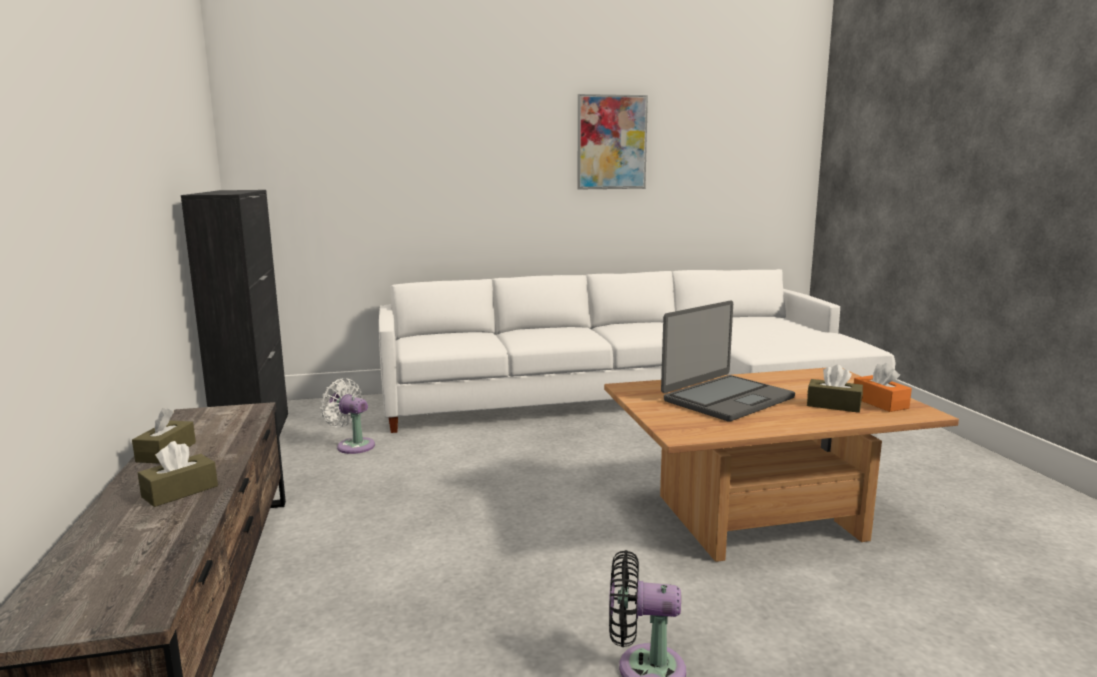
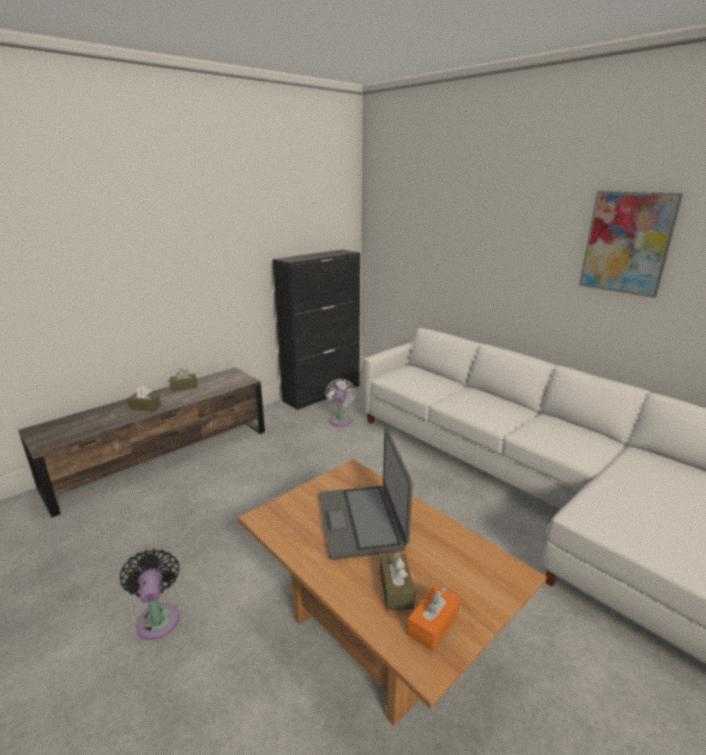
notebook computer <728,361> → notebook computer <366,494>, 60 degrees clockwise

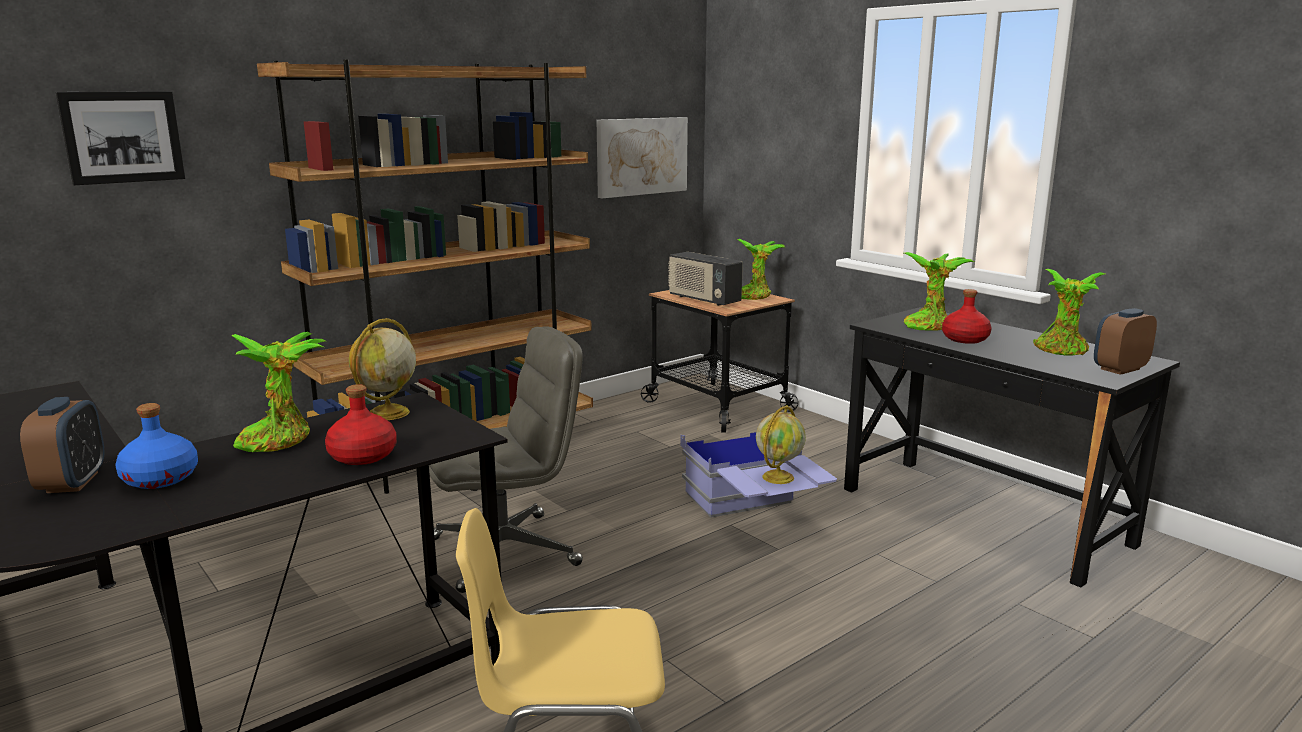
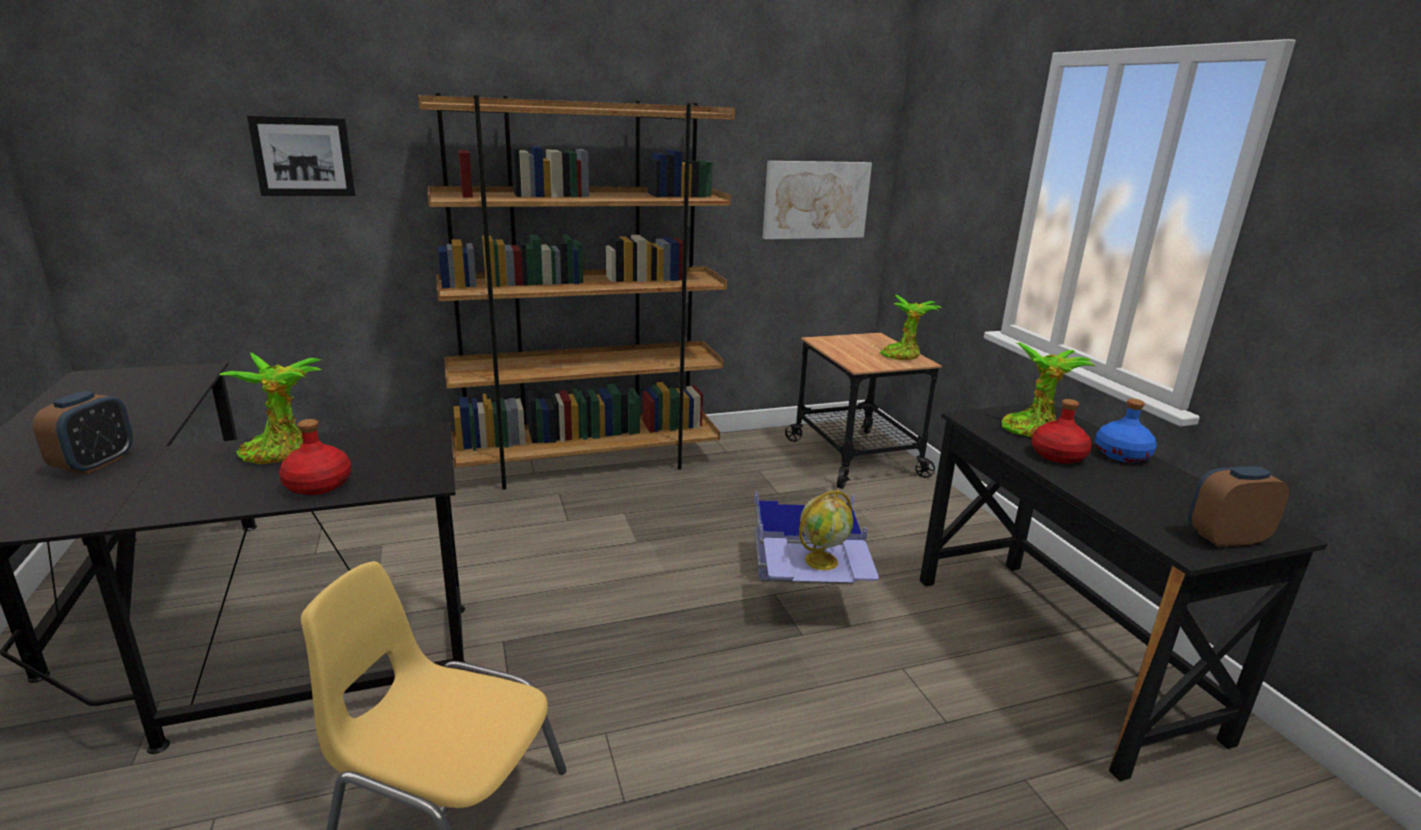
drink bottle/blue <156,446> → drink bottle/blue <1126,431>, shifted
desk globe <382,369> → -
office chair/gray <506,459> → -
radio <705,279> → -
plant in a pot <1069,312> → -

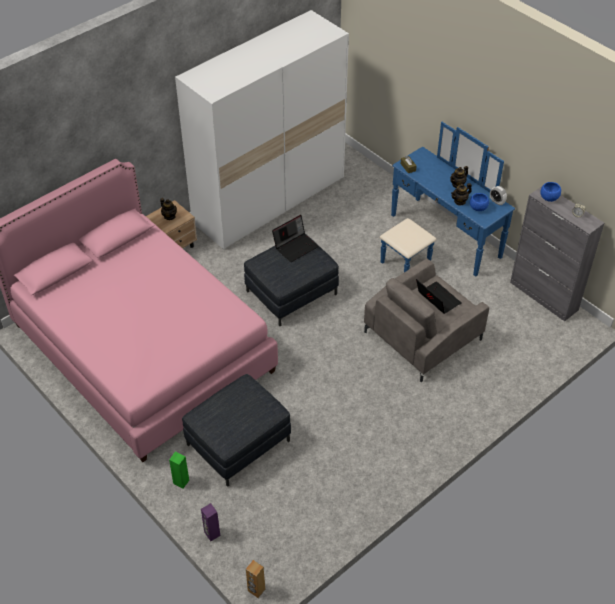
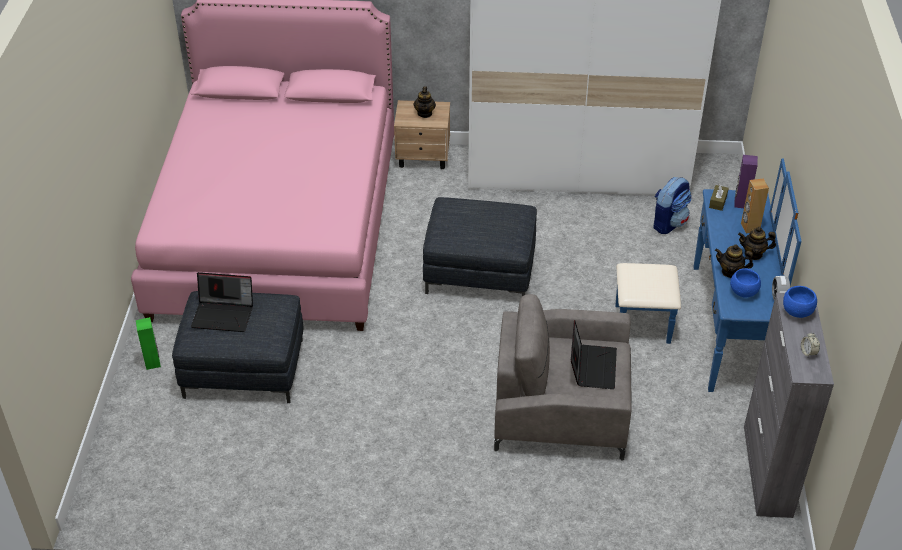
notebook computer <295,238> → notebook computer <222,302>, shifted
- → knapsack <672,205>
audio speaker/purplish <211,522> → audio speaker/purplish <746,181>, shifted
audio speaker/brownish <255,579> → audio speaker/brownish <755,205>, shifted

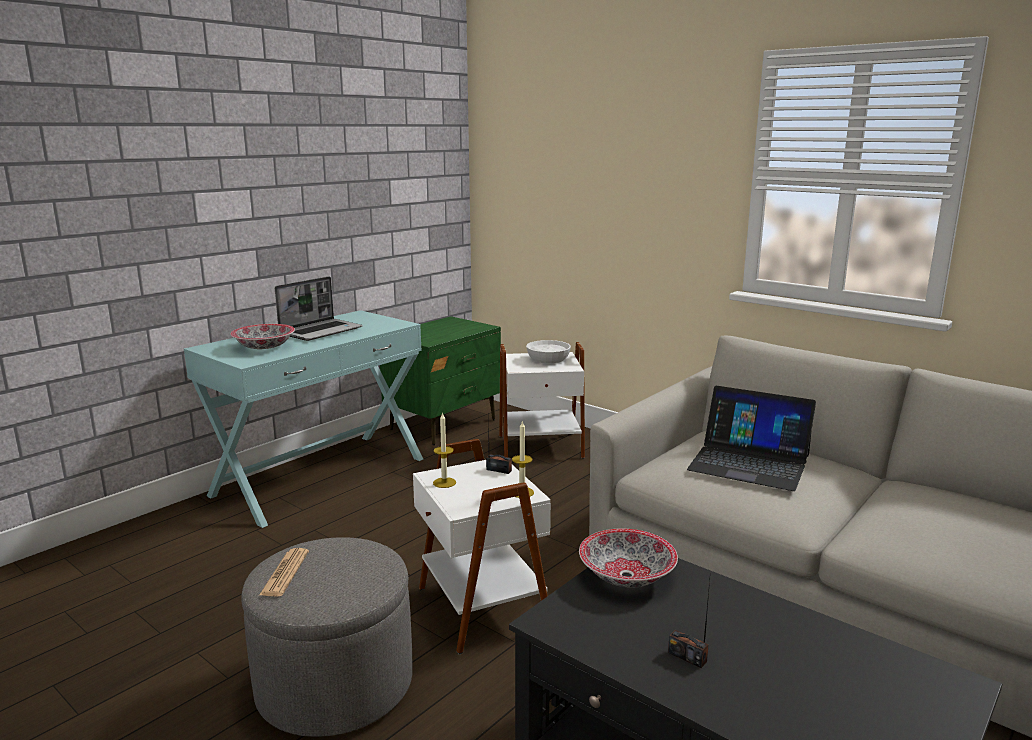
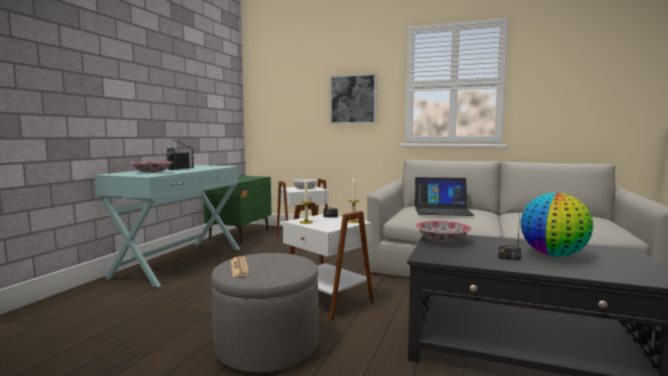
notebook computer <319,308> → radio <180,154>
- → wall picture <353,98>
- → desk globe <557,225>

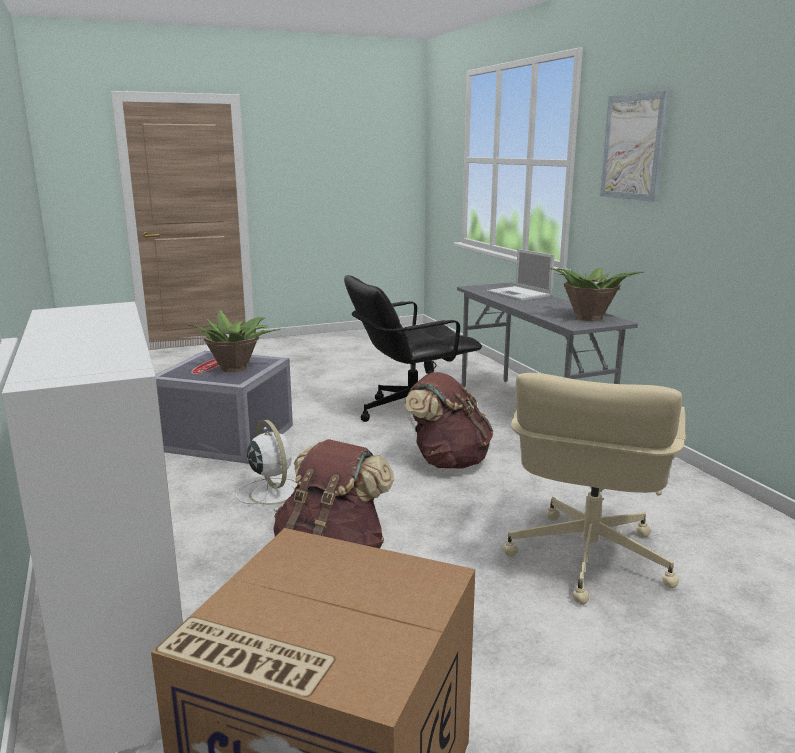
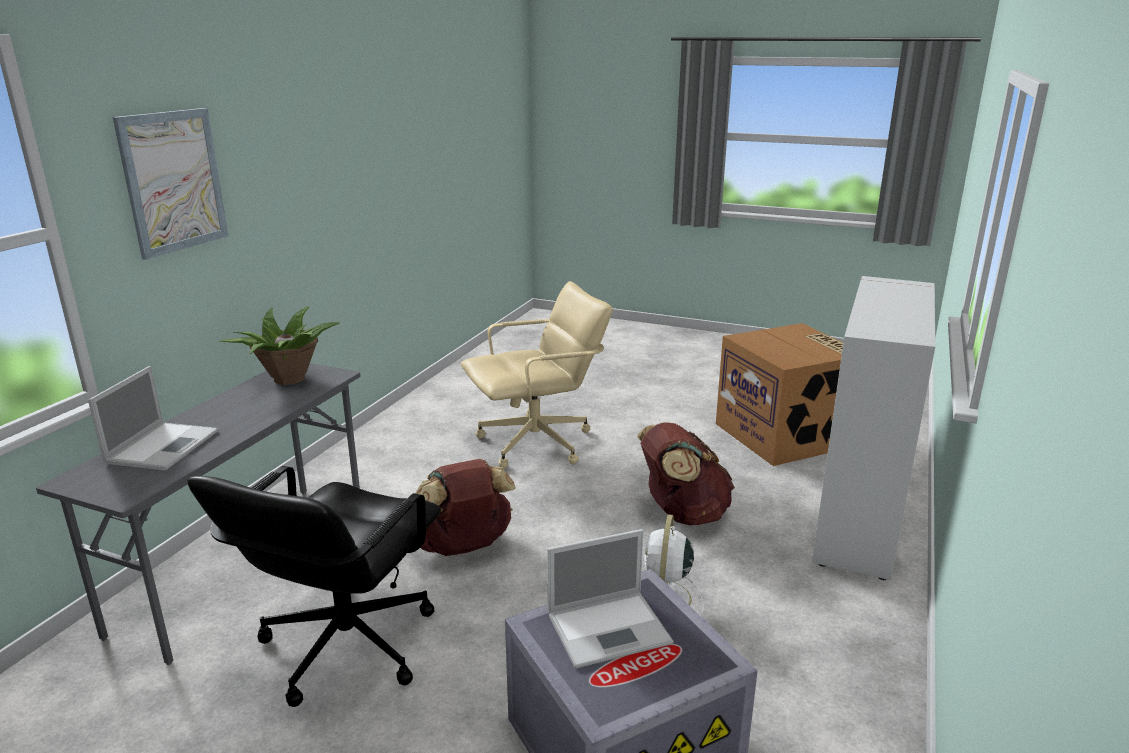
office chair/black <413,353> → office chair/black <314,586>, 90 degrees clockwise
plant in a pot <234,341> → notebook computer <610,599>

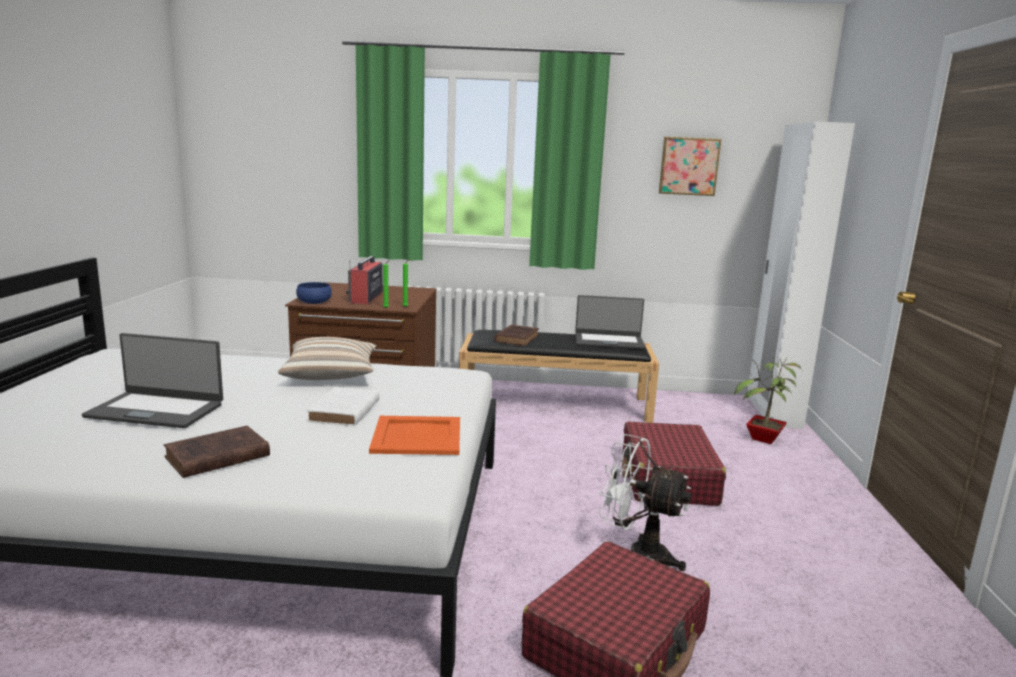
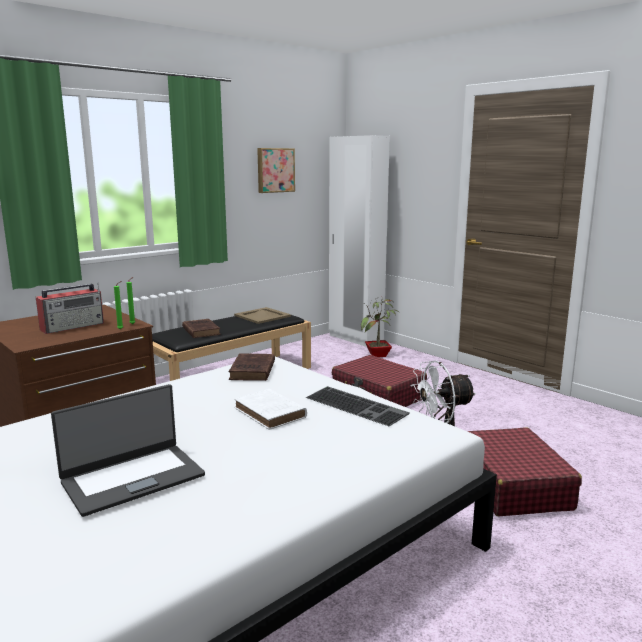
radio <364,280> → radio <70,308>, 90 degrees counterclockwise
bound book/brownish <217,452> → bound book/brownish <252,367>, shifted
notebook computer <610,322> → tray/beige-coloured <262,315>
tray/orange-coloured <414,435> → keyboard <358,406>
pillow <327,358> → -
bowl/blue <314,293> → -

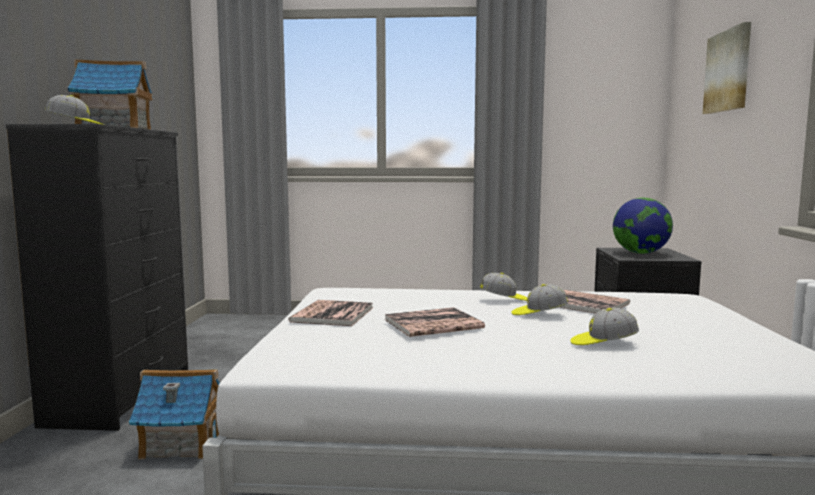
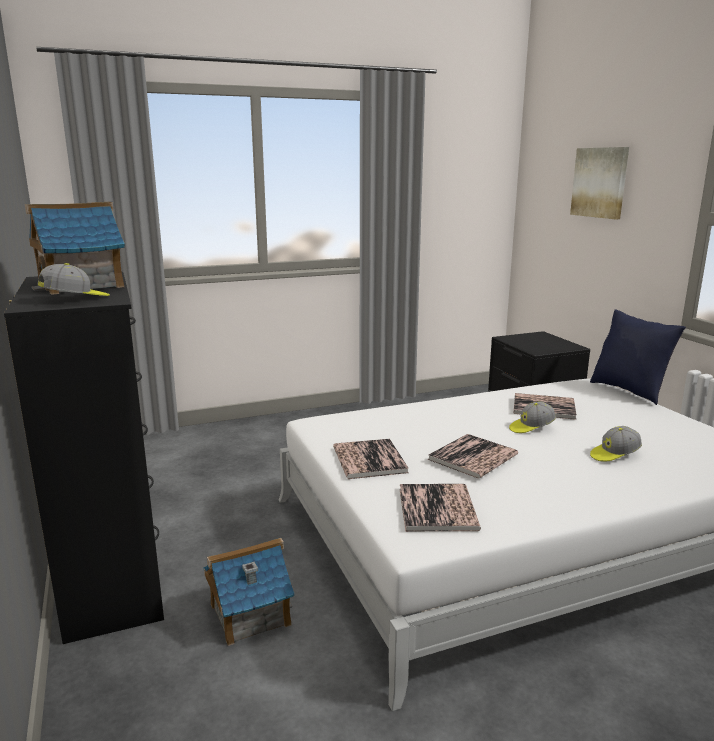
- → bound book <440,508>
- → pillow/blue <638,357>
baseball cap <503,287> → -
desk globe <643,226> → -

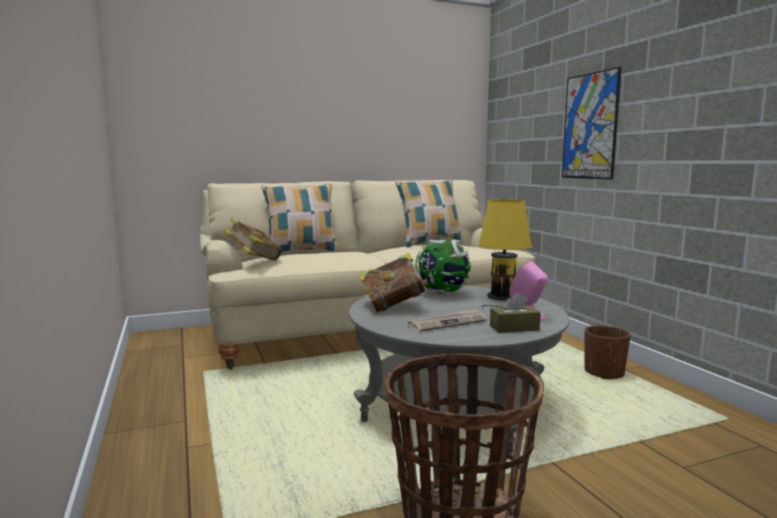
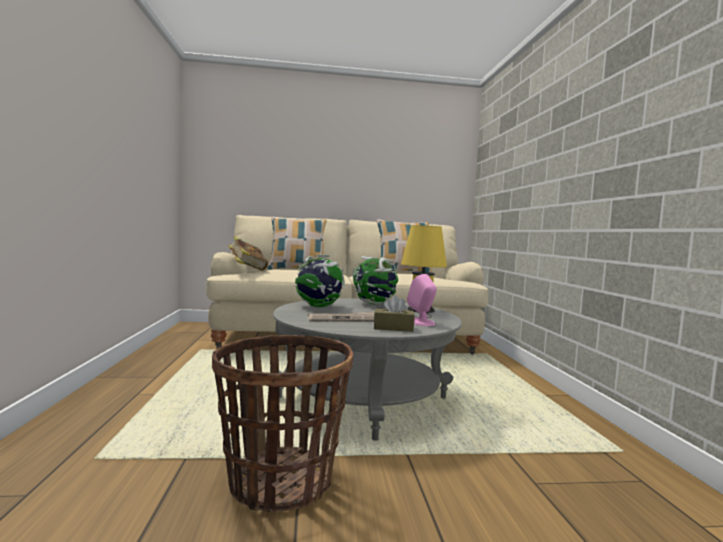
bound book <394,282> → desk globe <319,281>
wall picture <591,123> → -
planter/brownish <607,352> → -

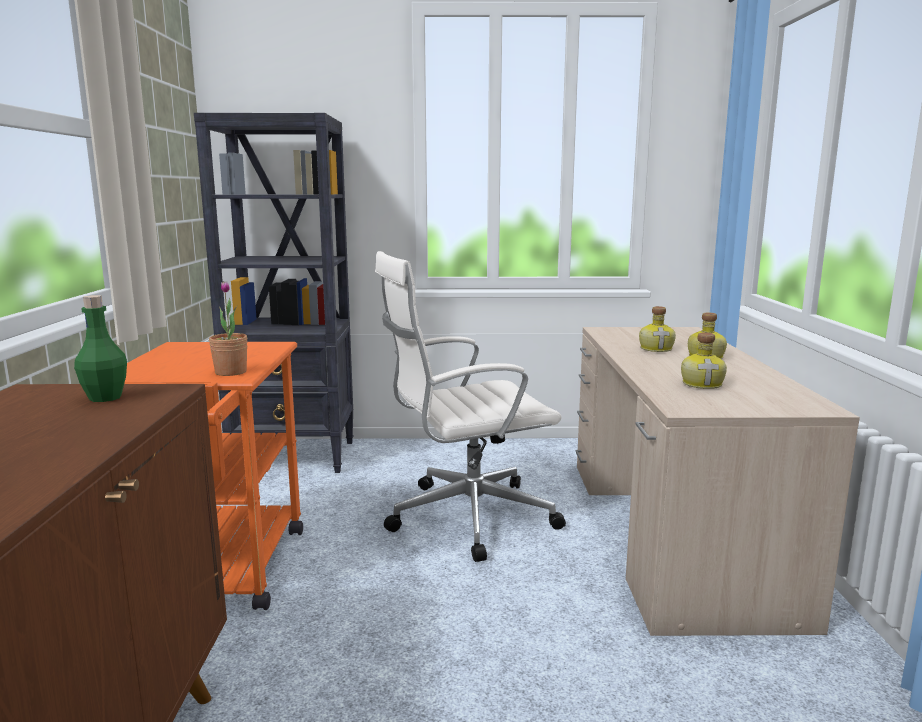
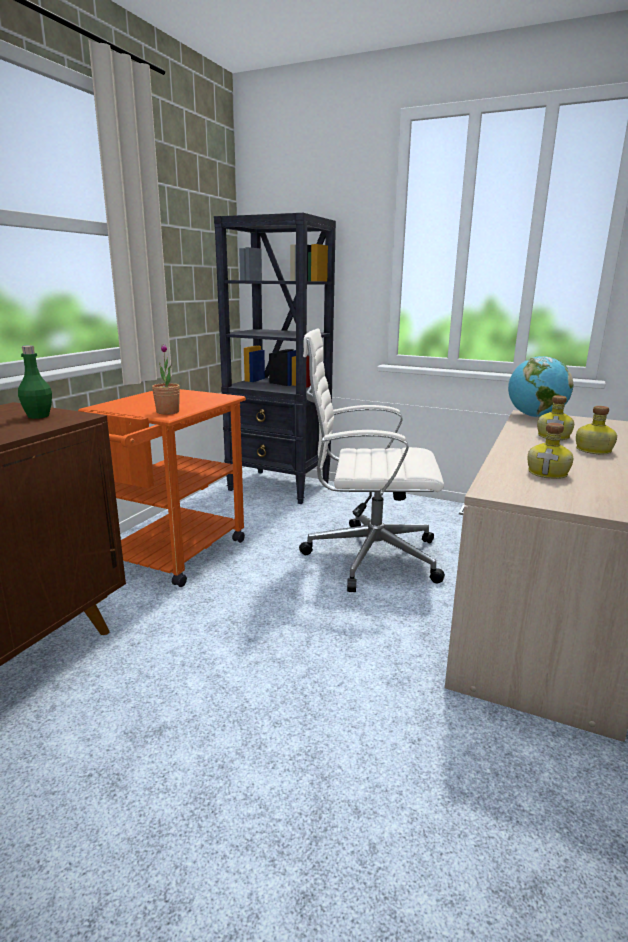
- → desk globe <540,386>

